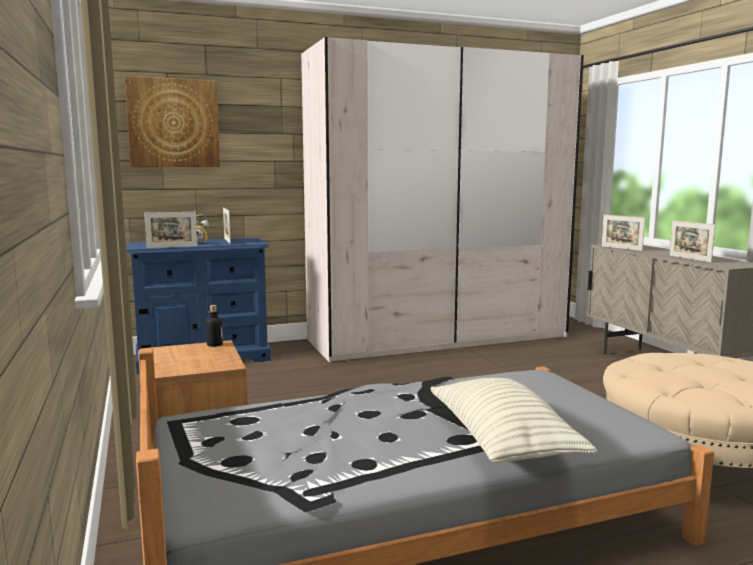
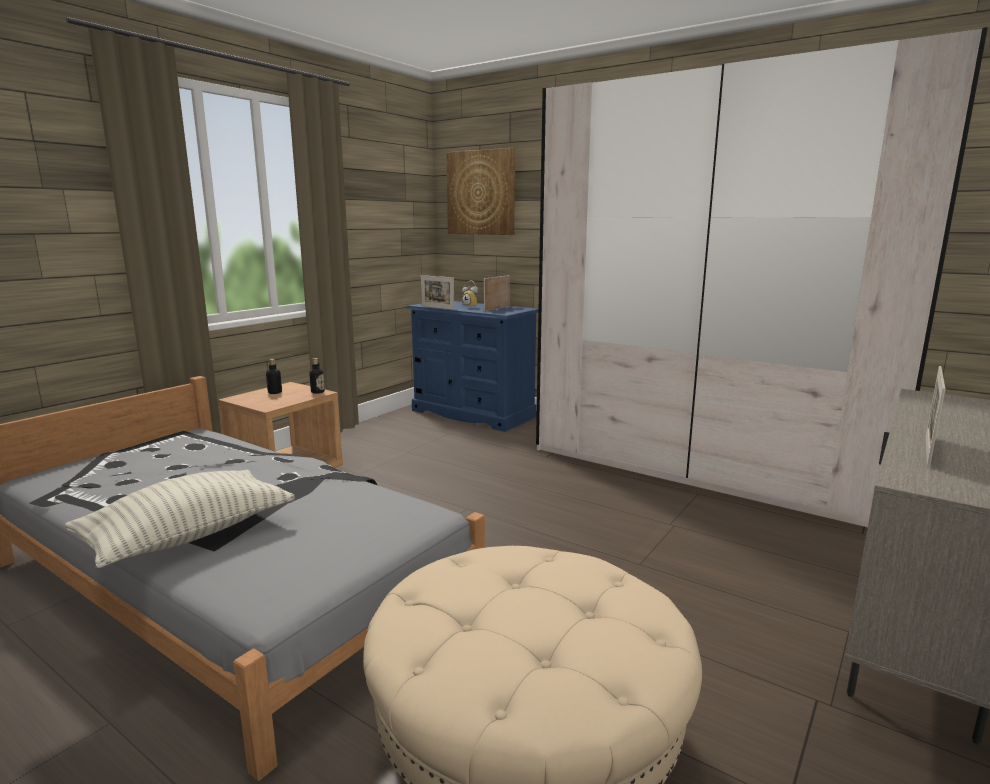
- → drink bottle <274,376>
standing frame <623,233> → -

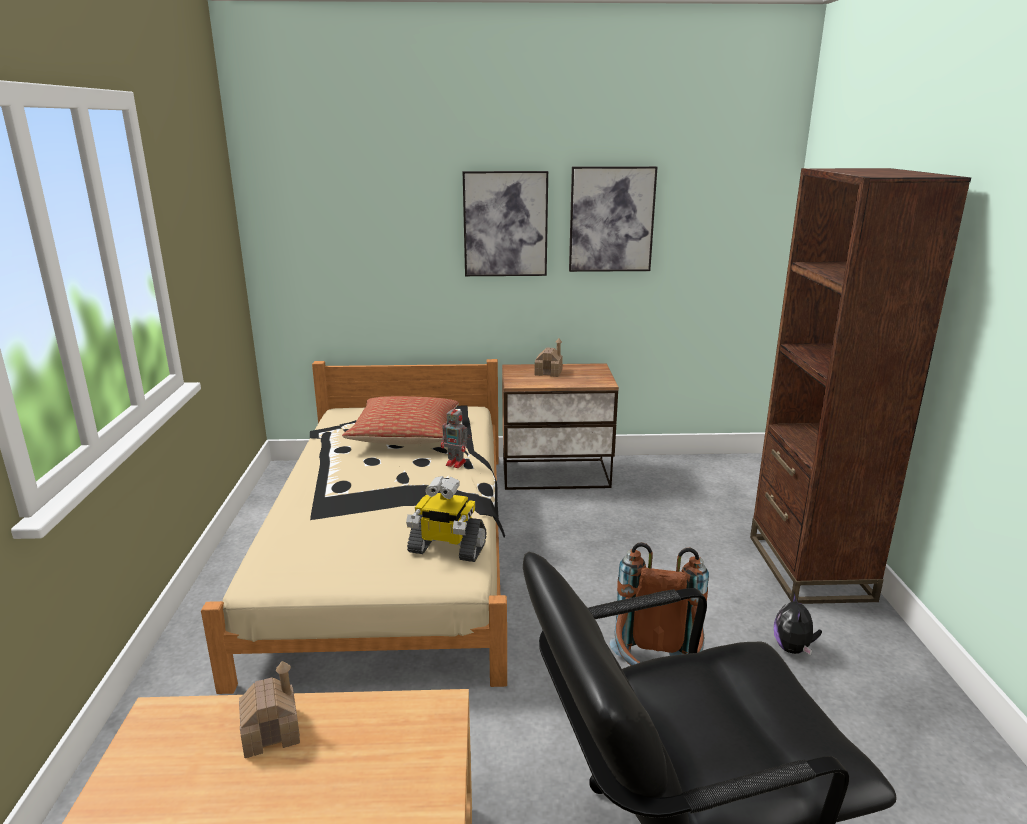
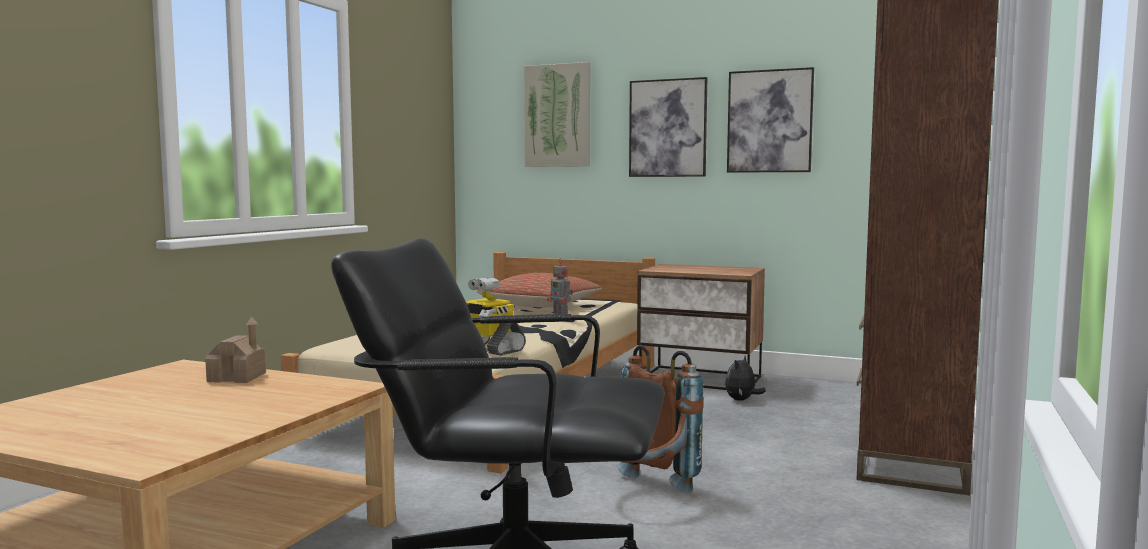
- → wall picture <557,114>
plush toy <798,624> → plush toy <745,378>, shifted
model house <548,357> → -

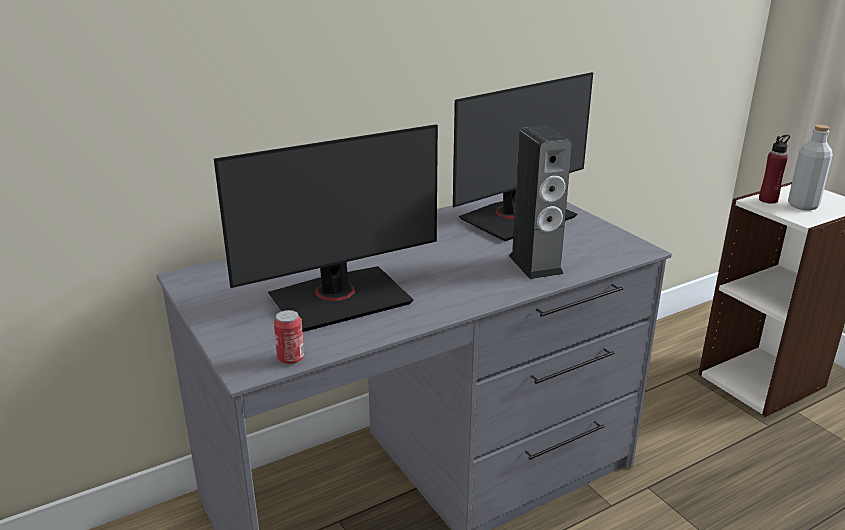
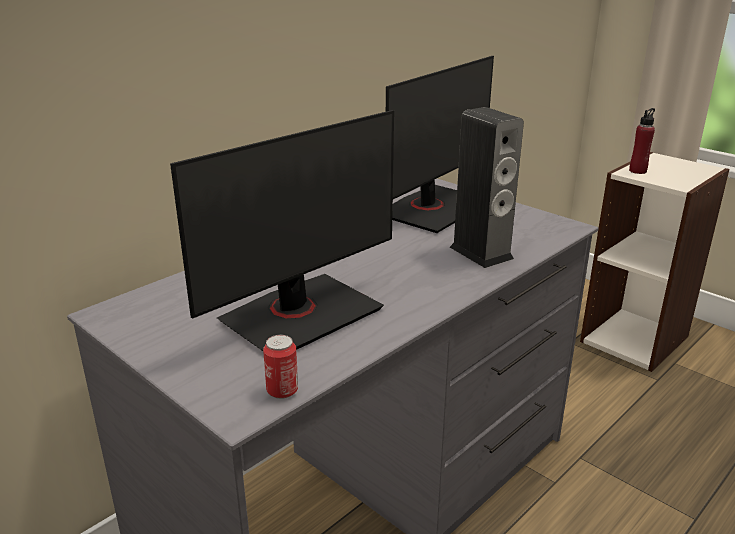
drink bottle/gray <810,167> → -

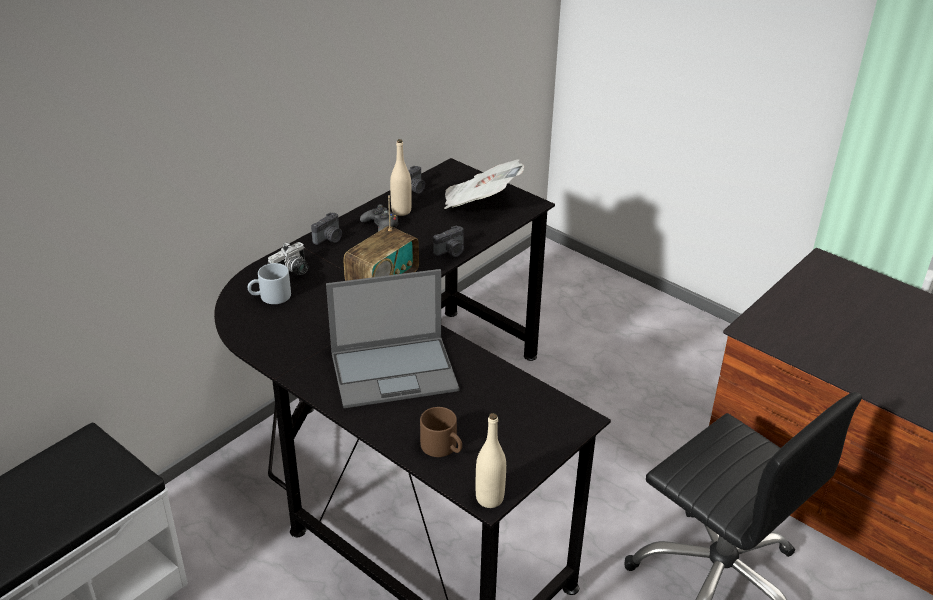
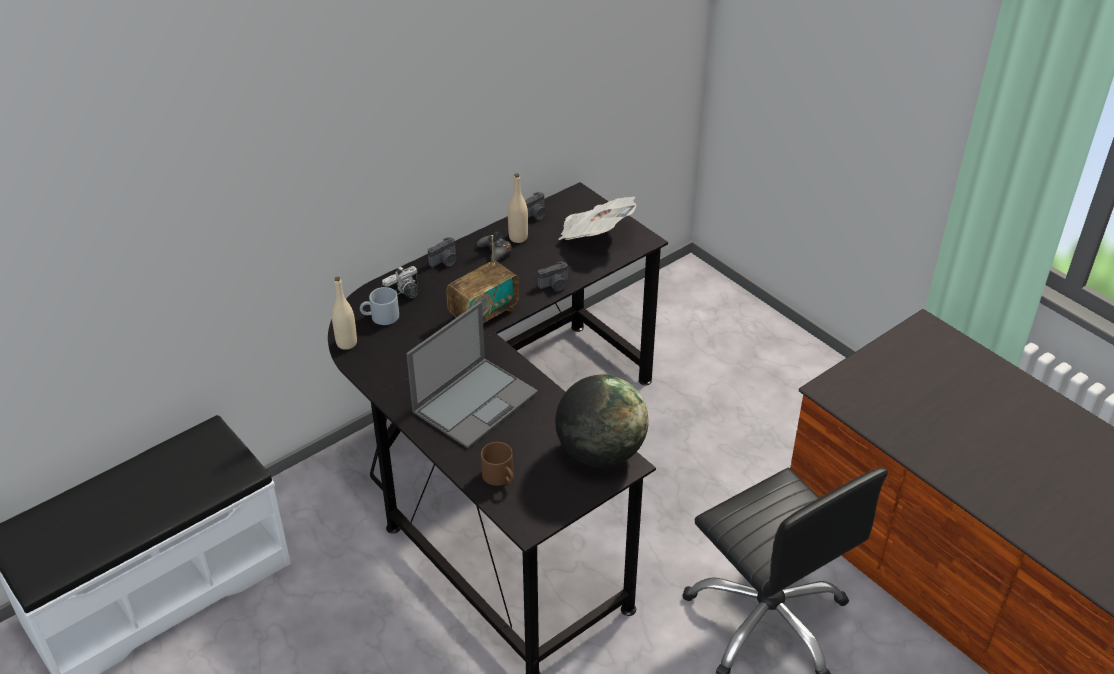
drink bottle/beige-coloured <491,460> → drink bottle/beige-coloured <344,313>, shifted
notebook computer <392,338> → notebook computer <472,374>, 45 degrees counterclockwise
- → desk globe <602,421>

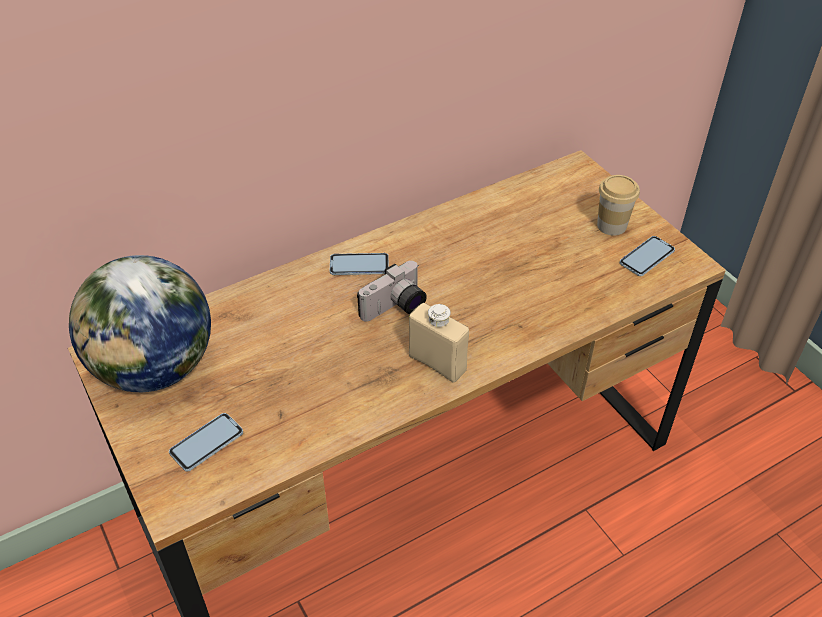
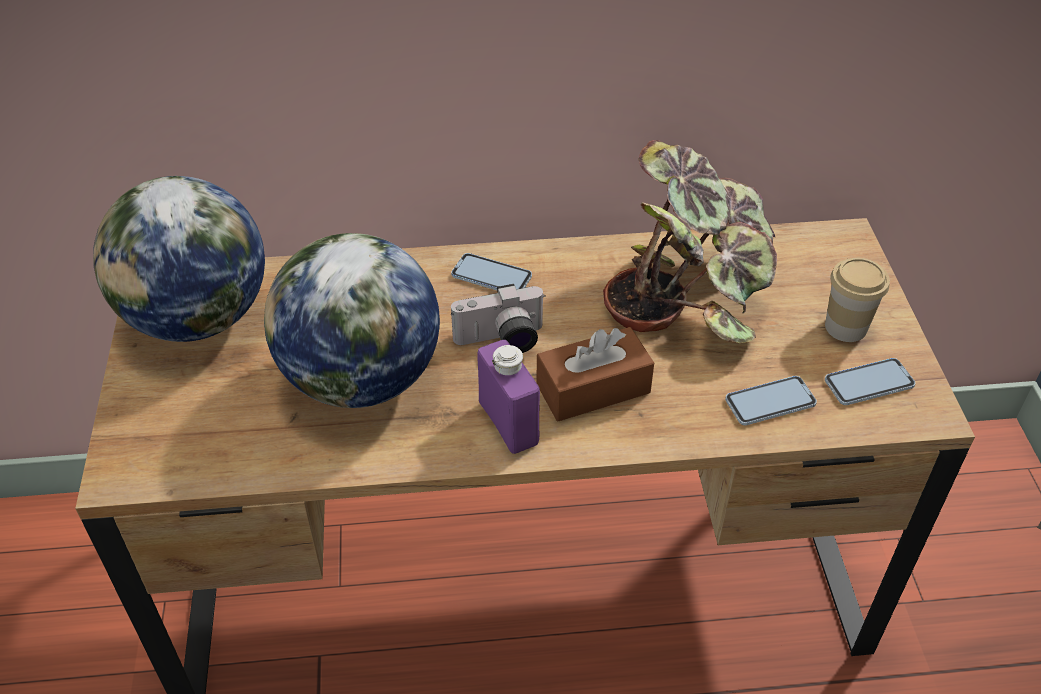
- → desk globe <352,320>
drink bottle/beige-coloured <439,343> → drink bottle/purplish <508,397>
- → box of tissues/brownish <595,374>
- → plant in a pot <690,241>
telephone <206,442> → telephone <771,400>, shifted

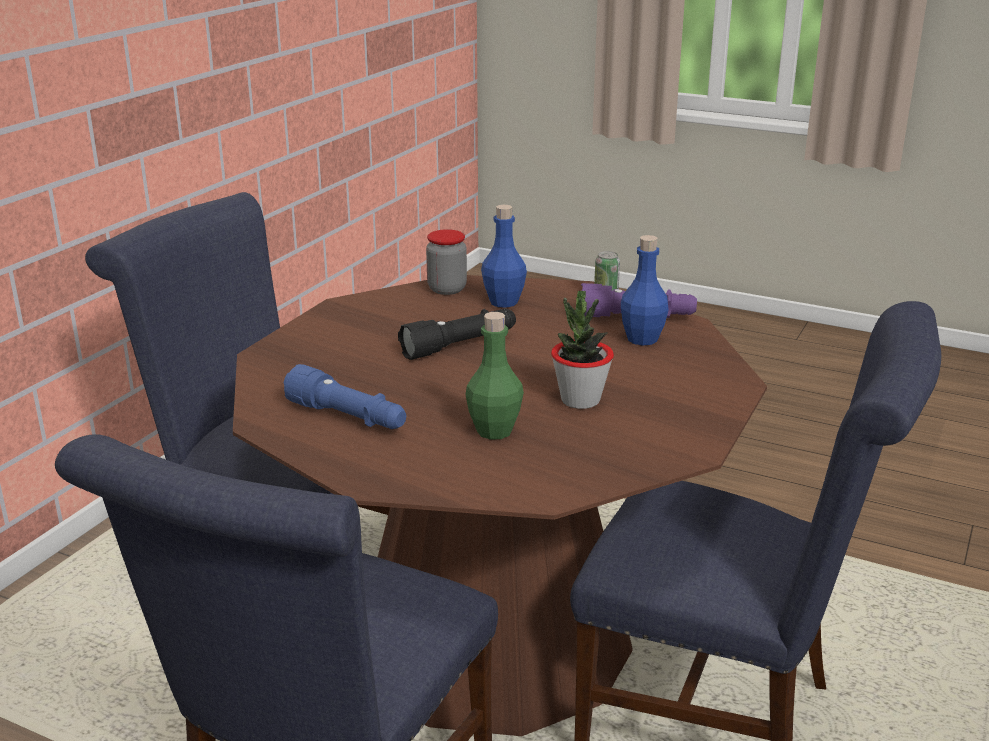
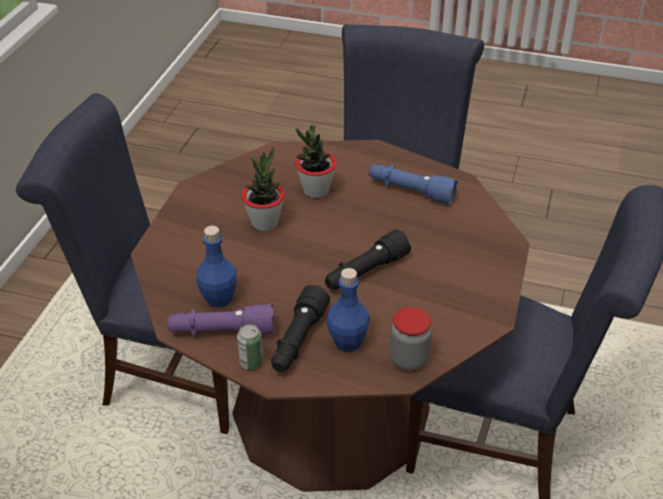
- → torch/black <300,328>
drink bottle/green <494,376> → plant in a pot <316,161>

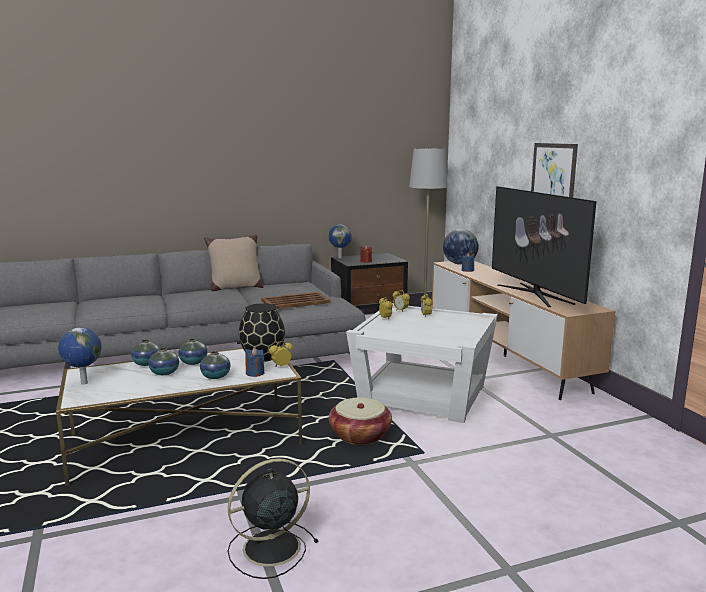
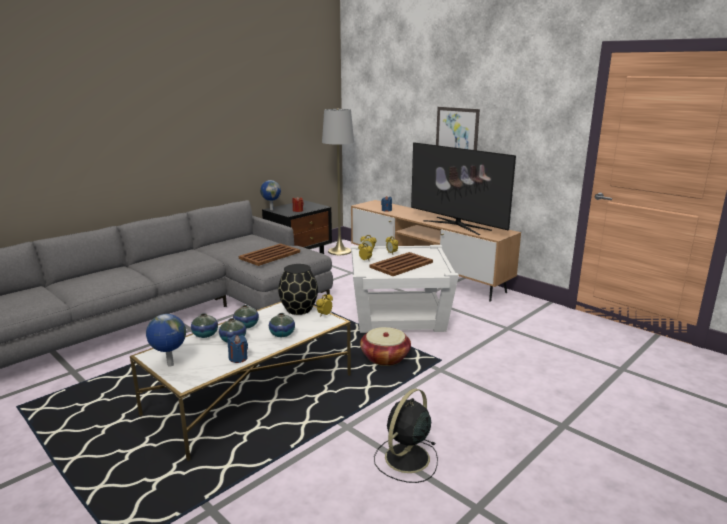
wax light/blue <254,362> → wax light/blue <238,349>, shifted
- → tray/brownish <401,264>
pillow/beige-coloured <233,262> → -
desk globe <461,247> → -

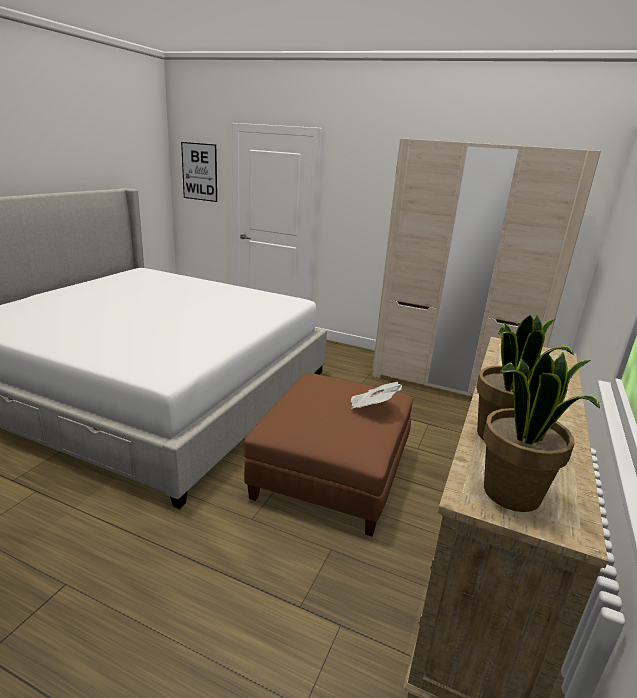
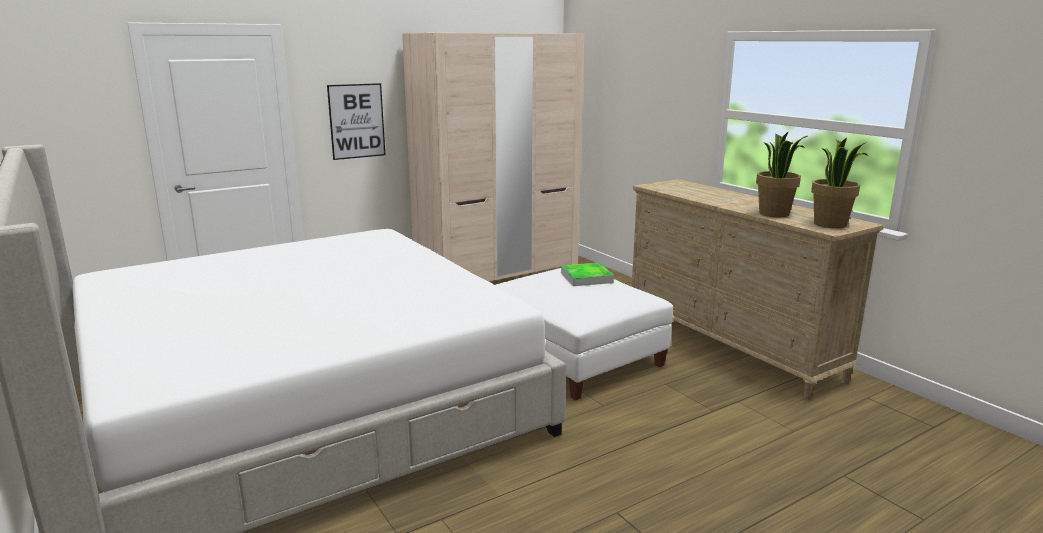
wall picture <199,172> → wall picture <356,121>, shifted
footrest/brownish <328,455> → footrest/whitish <584,334>
newspaper <376,395> → tray <587,274>

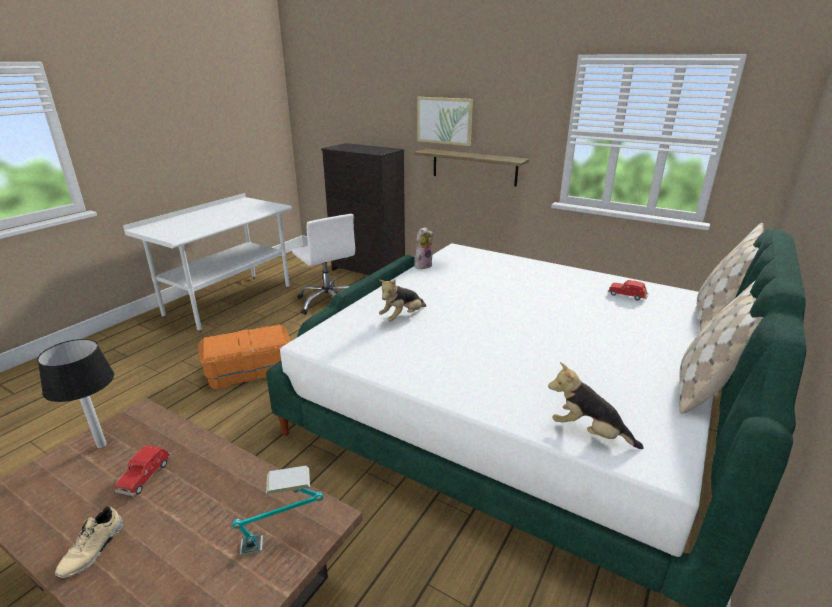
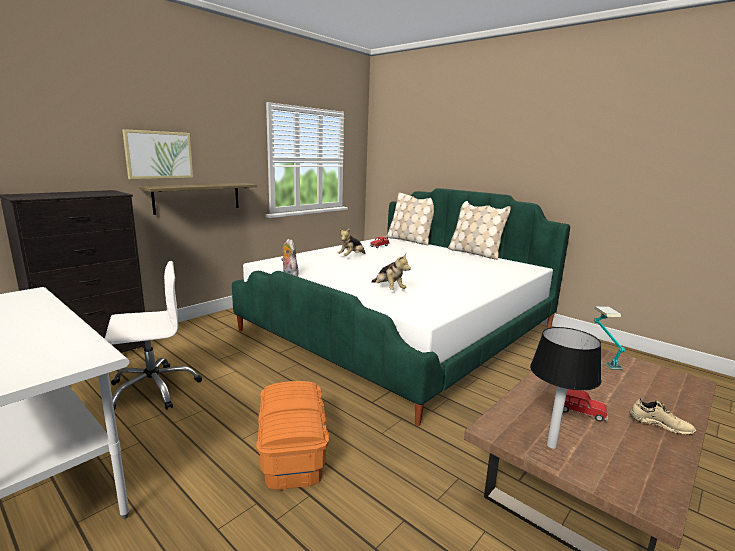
plush toy <595,405> → plush toy <351,242>, shifted

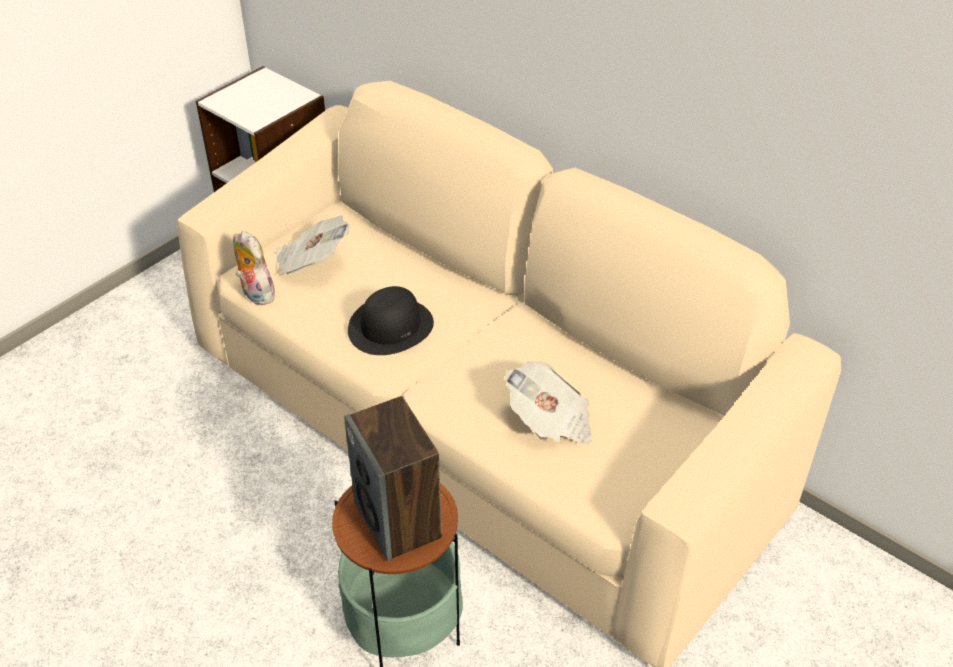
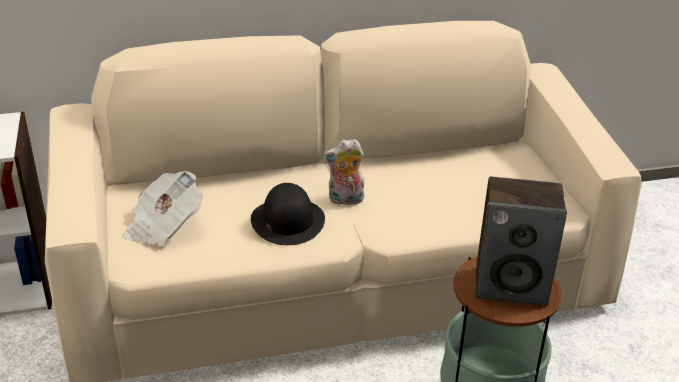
plush toy <254,268> → plush toy <344,172>, shifted
newspaper <548,402> → -

